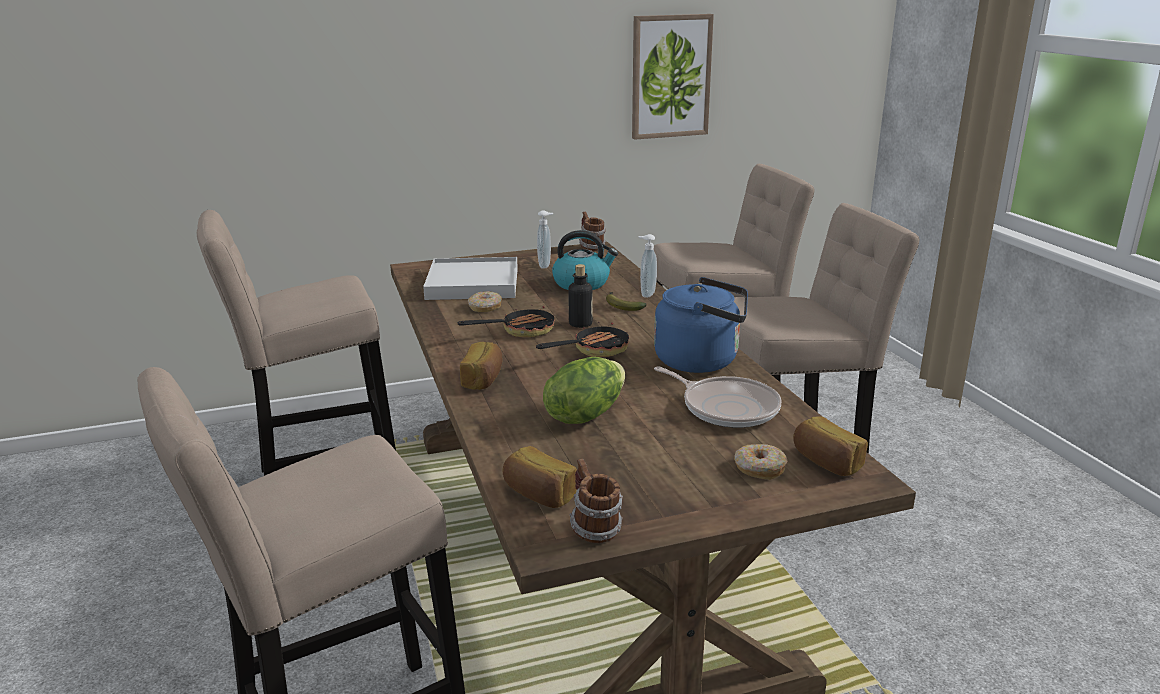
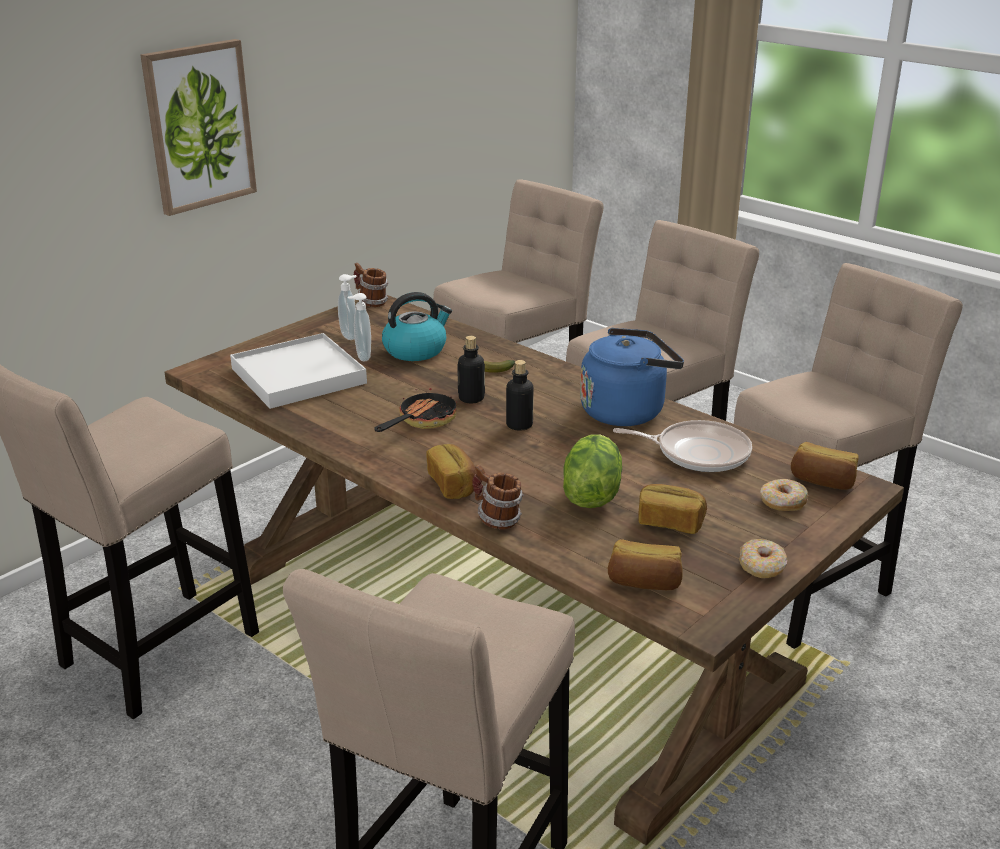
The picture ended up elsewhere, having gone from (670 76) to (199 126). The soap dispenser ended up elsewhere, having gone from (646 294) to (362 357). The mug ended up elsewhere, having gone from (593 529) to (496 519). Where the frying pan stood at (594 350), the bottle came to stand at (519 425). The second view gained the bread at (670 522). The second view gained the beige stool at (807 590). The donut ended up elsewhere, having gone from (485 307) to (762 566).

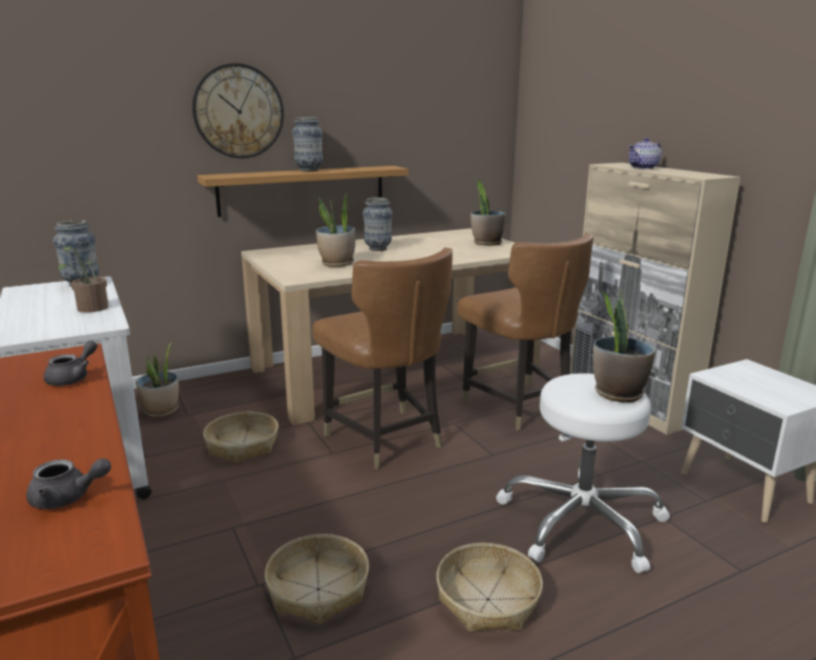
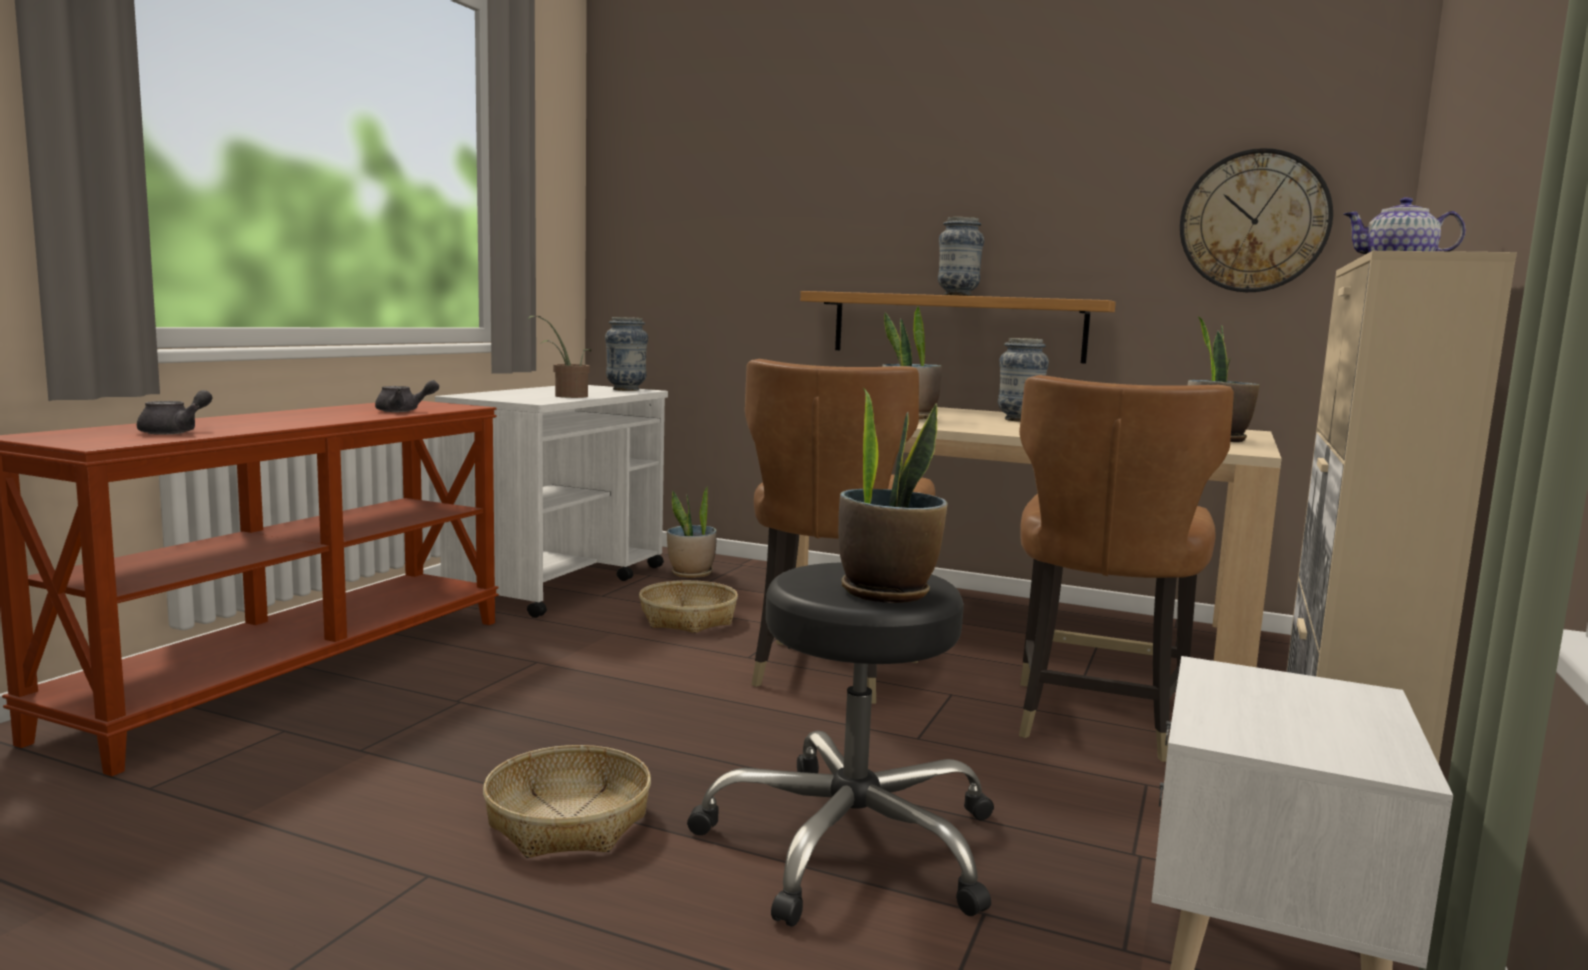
The grey teapot at (67 498) ended up facing another way, 120 degrees counterclockwise from before. What was the white stool at (582 521) turned into the black stool at (850 843). The wall clock ended up elsewhere, having gone from (238 111) to (1254 221). The second view lost the basket at (318 589).

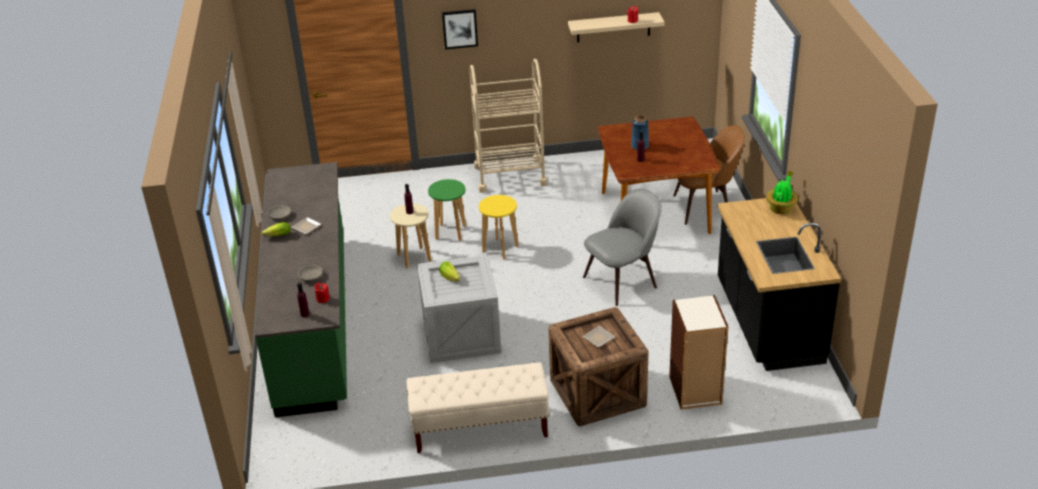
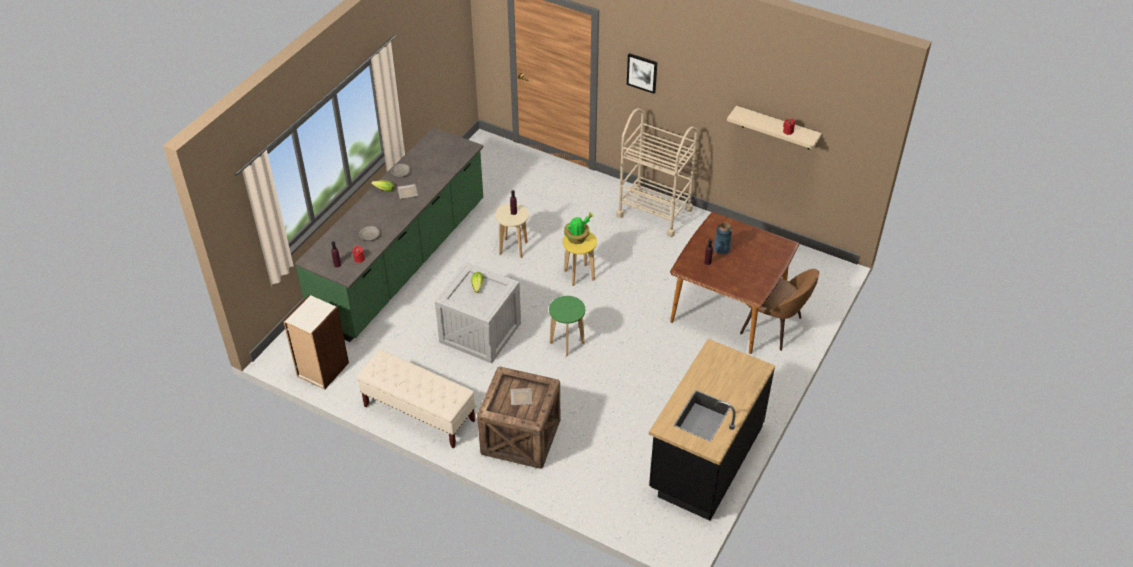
The bookcase ended up elsewhere, having gone from (695 391) to (322 370). The green stool ended up elsewhere, having gone from (450 232) to (567 343). The potted plant ended up elsewhere, having gone from (781 208) to (577 238). The second view lost the grey chair at (622 281).

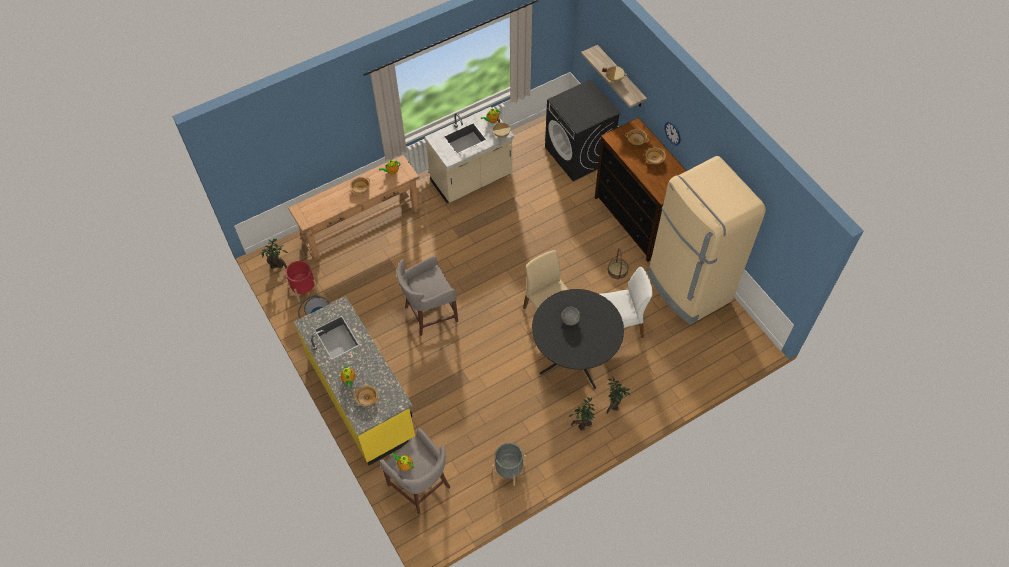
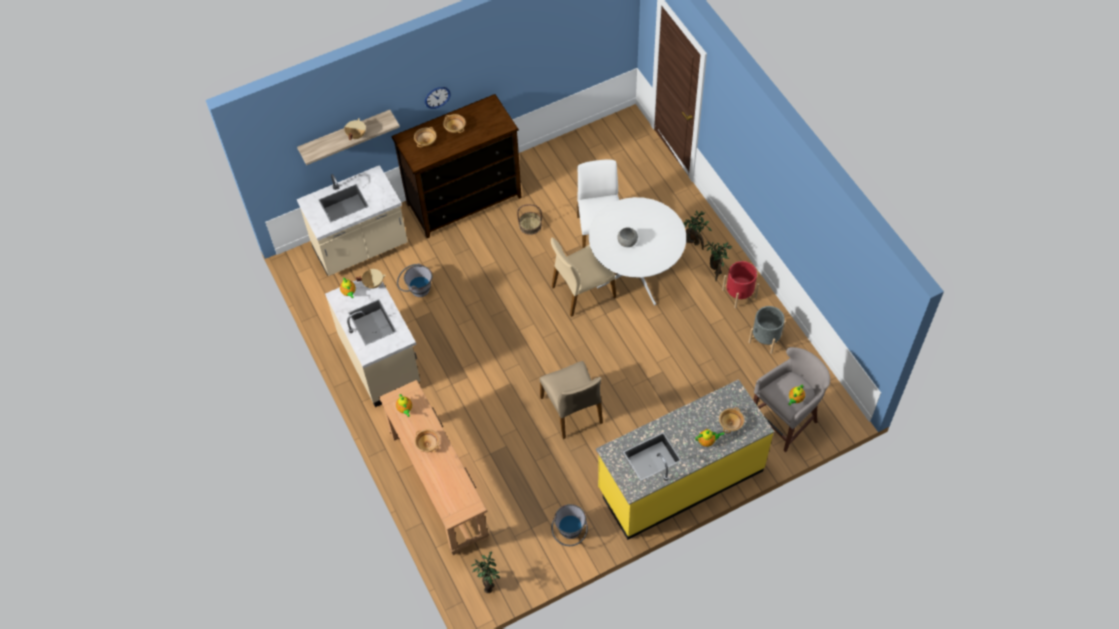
Where the black washing machine stood at (579 154), the beige counter came to stand at (361 248). The second view gained the grey bucket at (416 289). Where the grey stool stood at (429 313), the beige chair came to stand at (572 410). What was the black dining table at (574 356) turned into the white dining table at (635 273). The red planter ended up elsewhere, having gone from (304 289) to (739 294). The second view lost the beige fridge at (688 288).

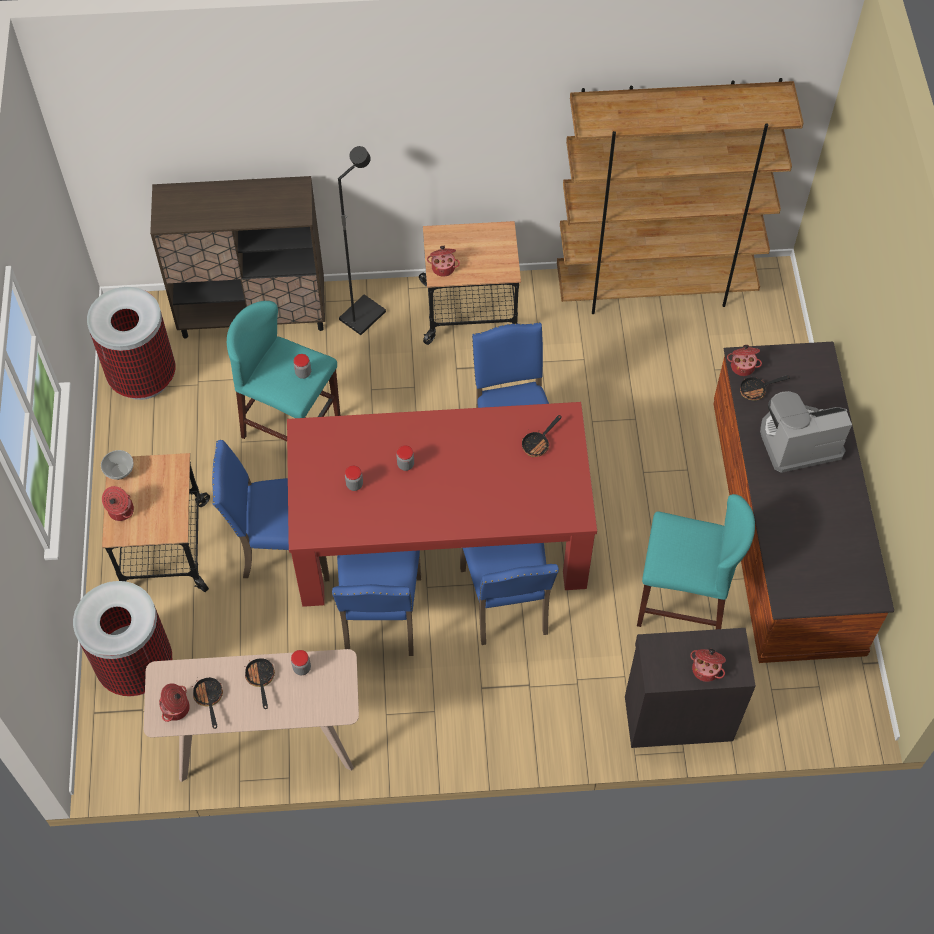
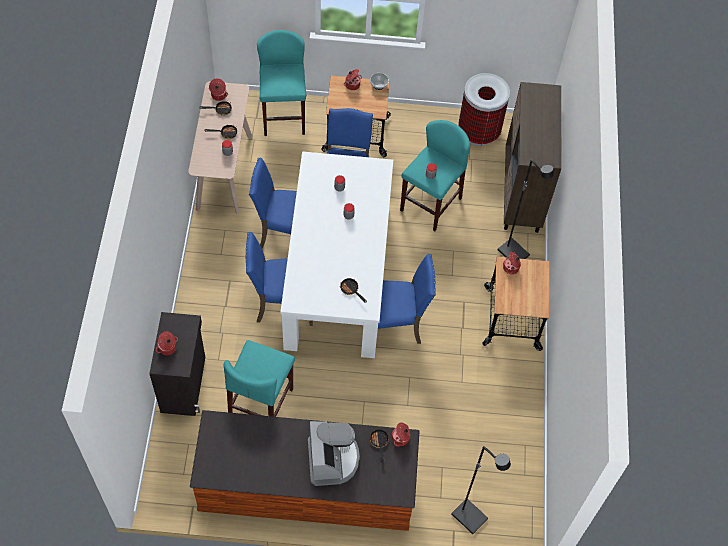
Where the trash can stood at (135 666), the turquoise stool came to stand at (283 116). What was the red dining table at (440 535) turned into the white dining table at (337 274). The second view gained the black floor lamp at (470 516). The second view lost the brown bookcase at (655 288).

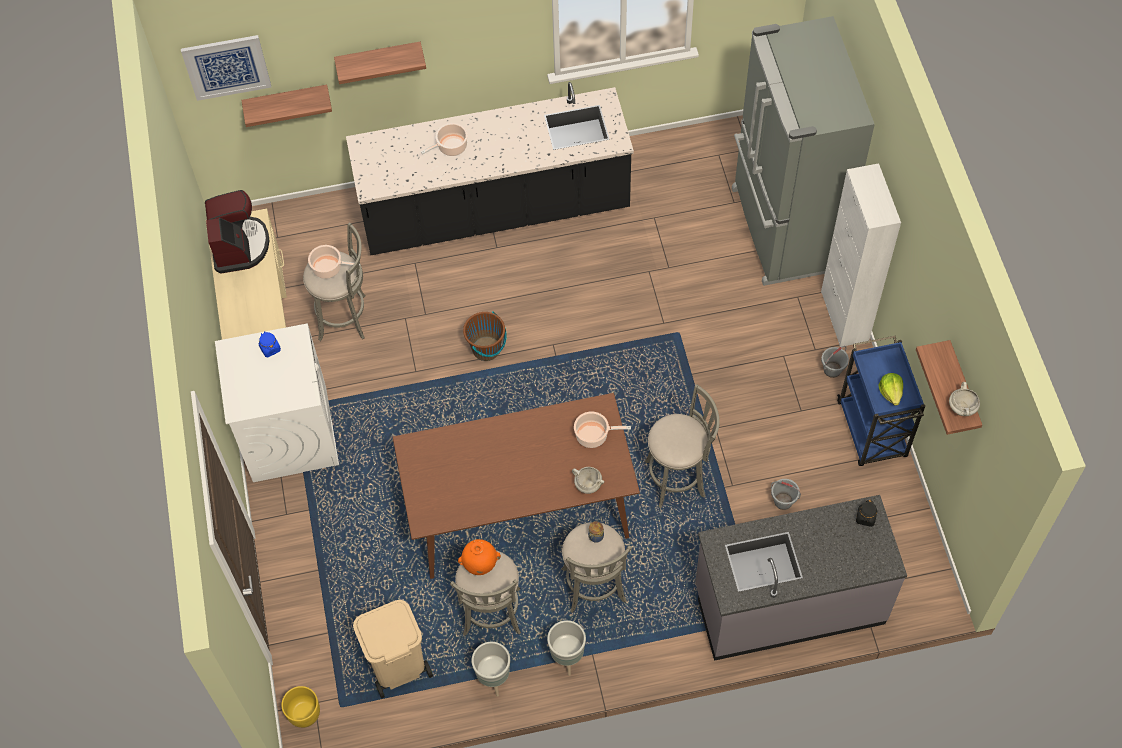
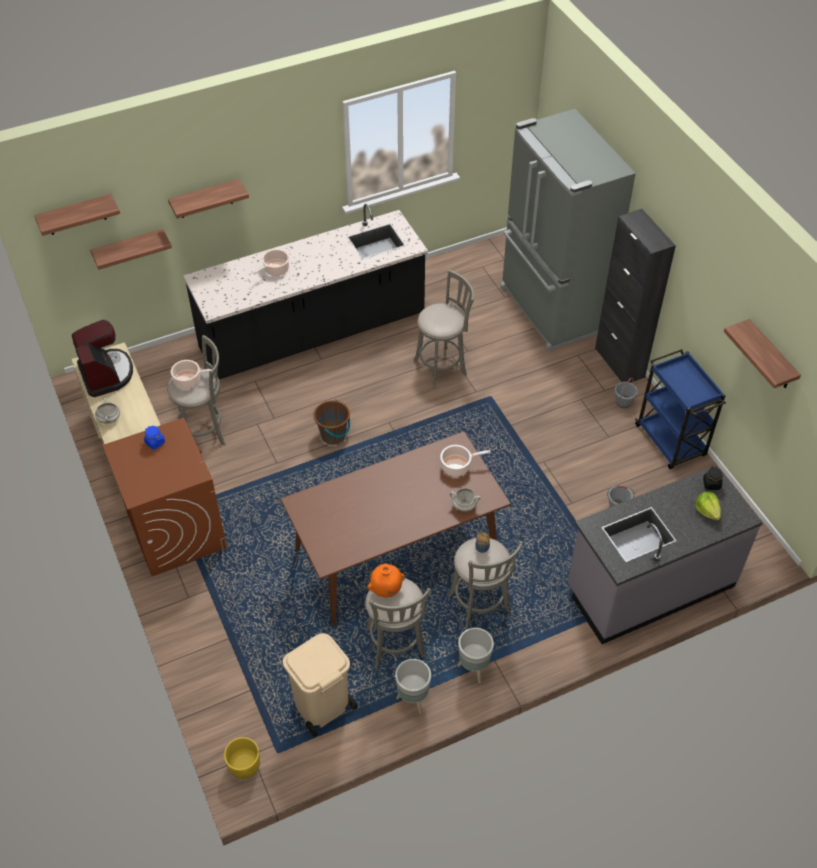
Where the picture hung at (226 67), the shelf came to hang at (76 215). The white cooking pot ended up elsewhere, having gone from (962 408) to (109 419). What was the white washing machine at (289 433) turned into the brown washing machine at (176 530). The grey stool ended up elsewhere, having gone from (678 478) to (443 366). What was the white cabinet at (844 316) turned into the black cabinet at (619 362). The lettuce ended up elsewhere, having gone from (891 392) to (707 510).

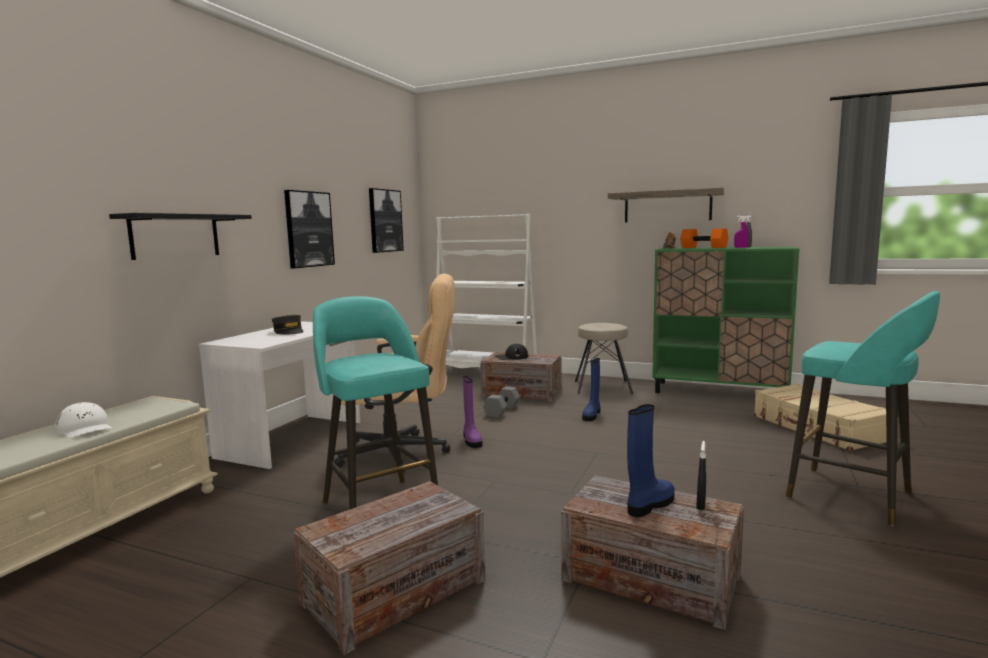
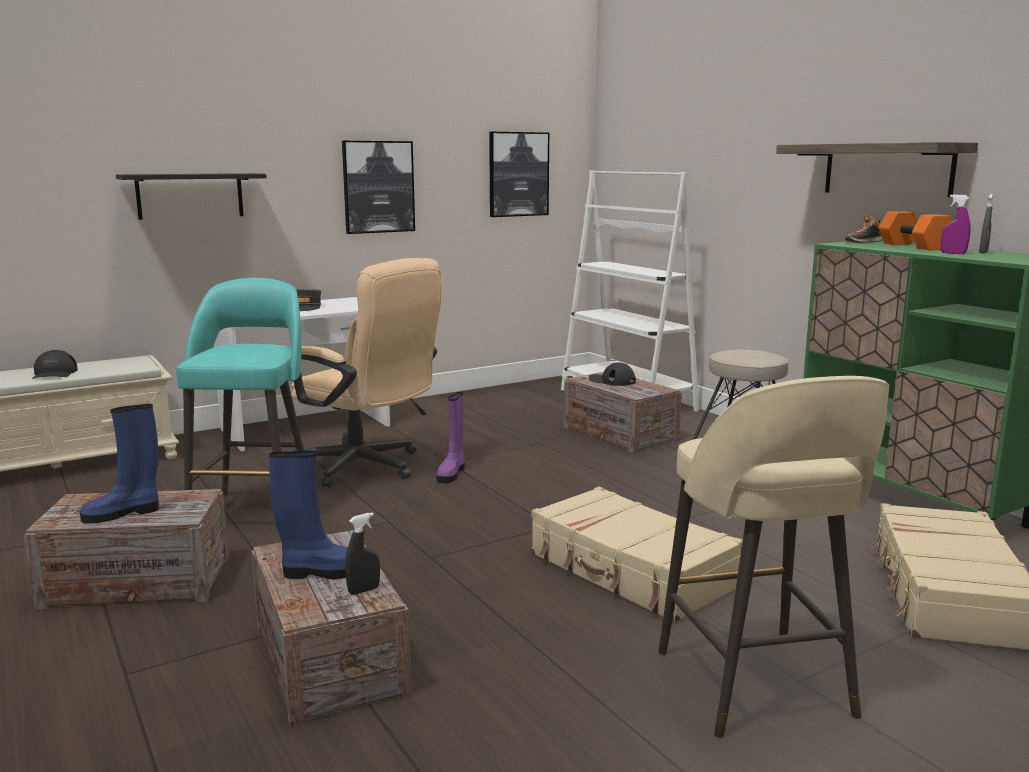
What was the white cap at (85 428) turned into the black cap at (54 373). The blue boot ended up elsewhere, having gone from (592 415) to (123 513). The second view gained the beige suitcase at (630 571). What was the turquoise stool at (853 496) turned into the beige stool at (756 687). The second view lost the grey dumbbell at (502 411).

